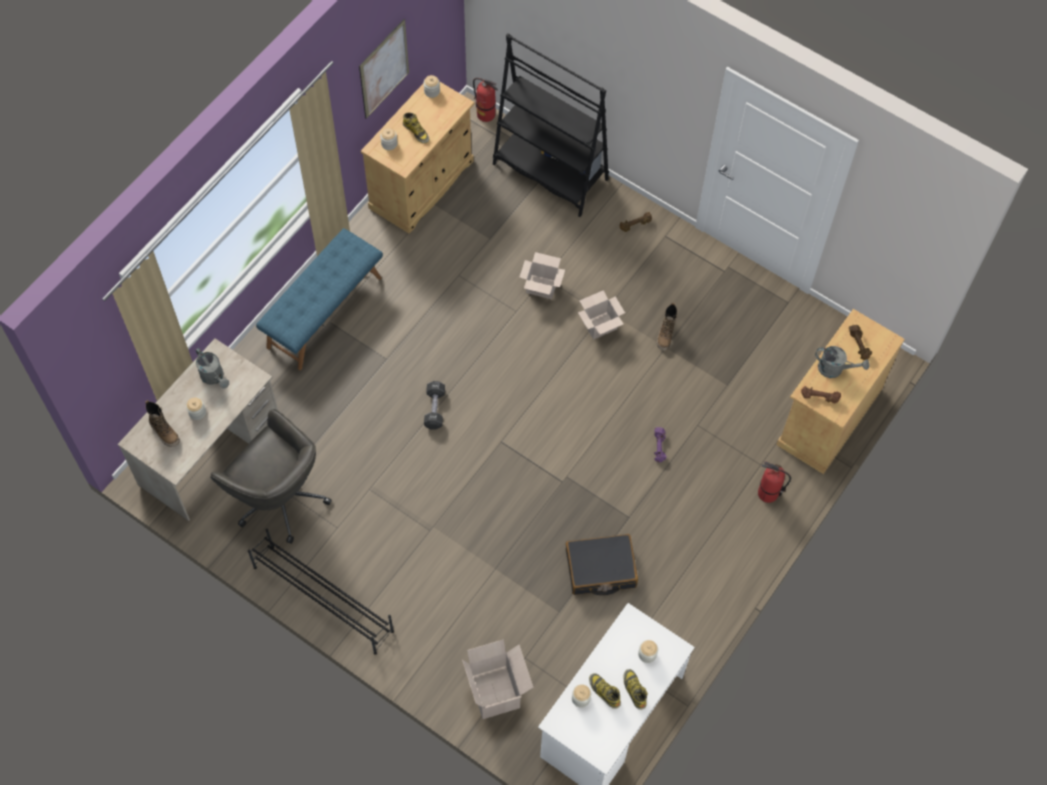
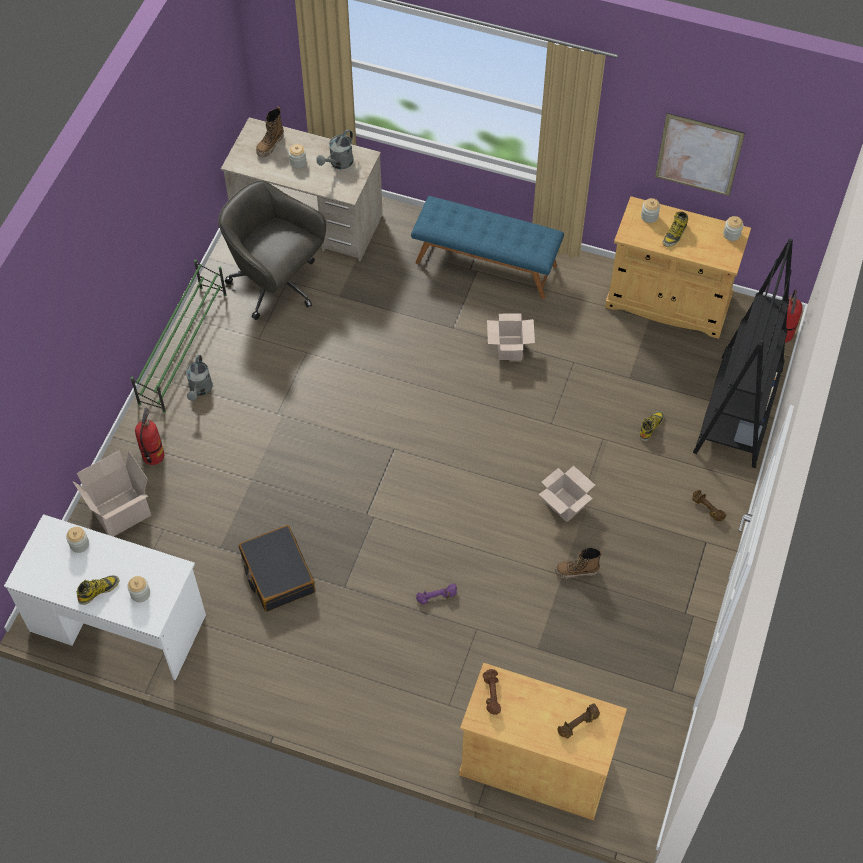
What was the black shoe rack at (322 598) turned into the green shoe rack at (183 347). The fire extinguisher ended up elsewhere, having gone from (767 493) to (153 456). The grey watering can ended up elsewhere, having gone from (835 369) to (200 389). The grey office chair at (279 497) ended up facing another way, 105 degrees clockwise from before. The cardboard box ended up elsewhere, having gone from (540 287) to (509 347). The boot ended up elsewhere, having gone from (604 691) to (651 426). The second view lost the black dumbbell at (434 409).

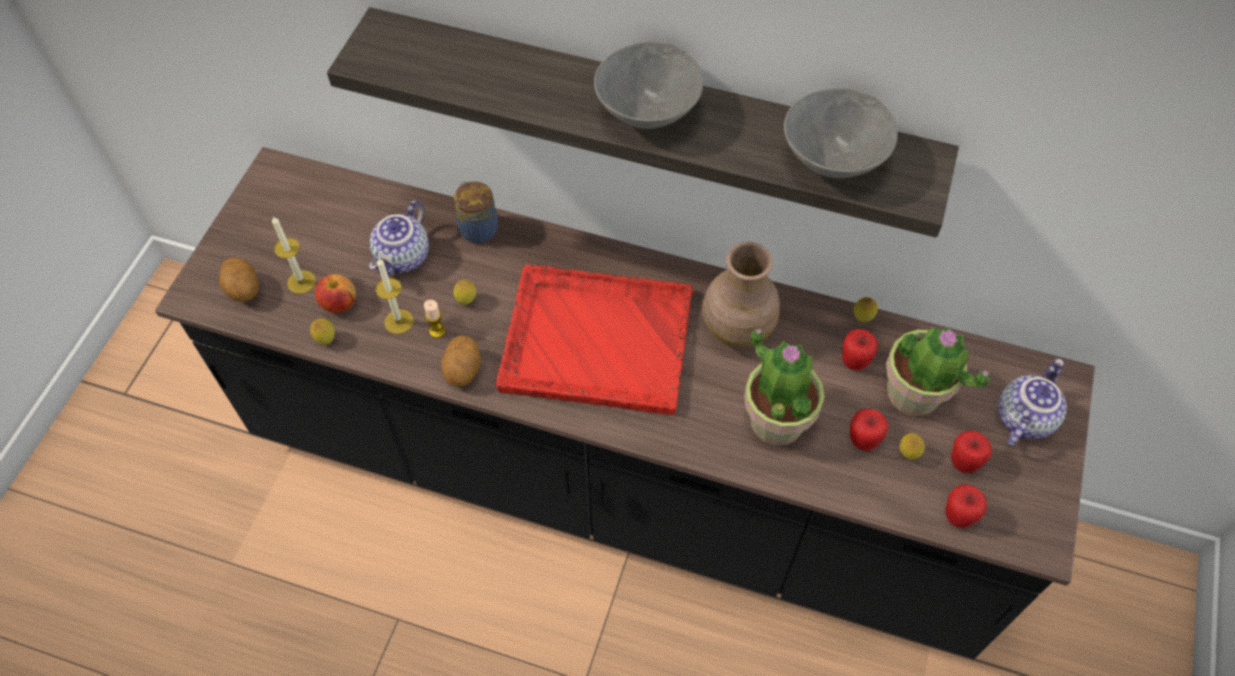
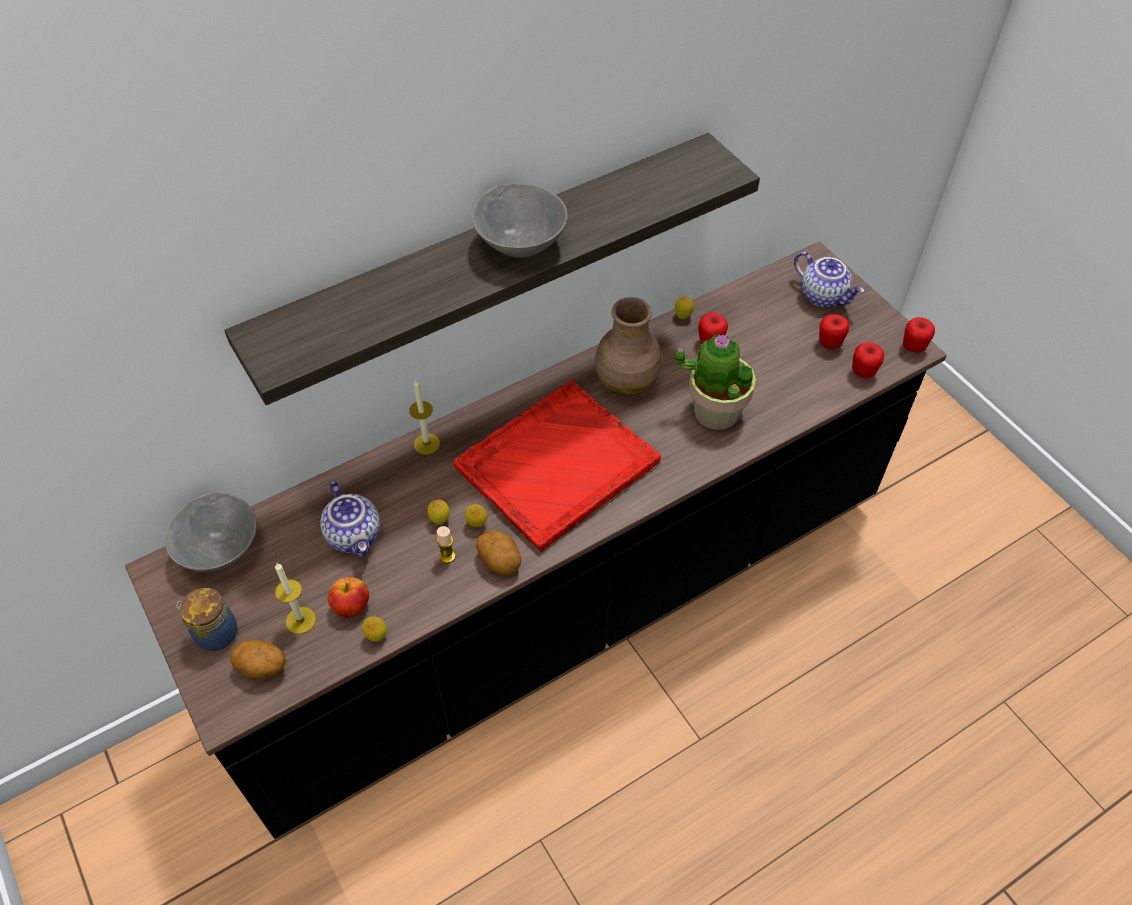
The grey bowl ended up elsewhere, having gone from (834 160) to (221 549). The jar ended up elsewhere, having gone from (478 228) to (214 633). The candle ended up elsewhere, having gone from (399 321) to (426 444). The lemon ended up elsewhere, having gone from (907 454) to (477 524). The teapot at (1022 417) ended up facing another way, 150 degrees clockwise from before. The apple ended up elsewhere, having gone from (863 440) to (913 347). The second view lost the potted plant at (914 394).

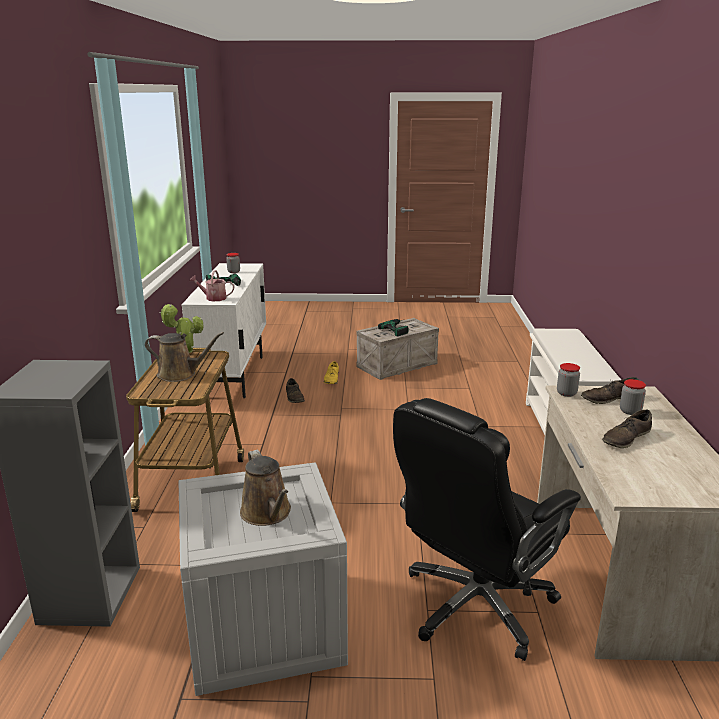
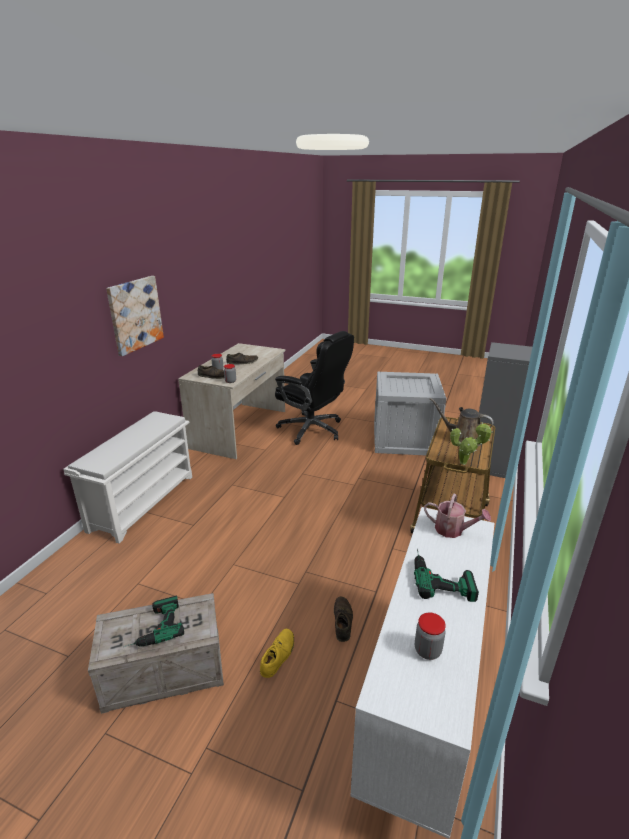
The second view gained the picture at (135 314). The black office chair at (475 605) ended up facing another way, 60 degrees clockwise from before. The second view lost the brown watering can at (267 514).

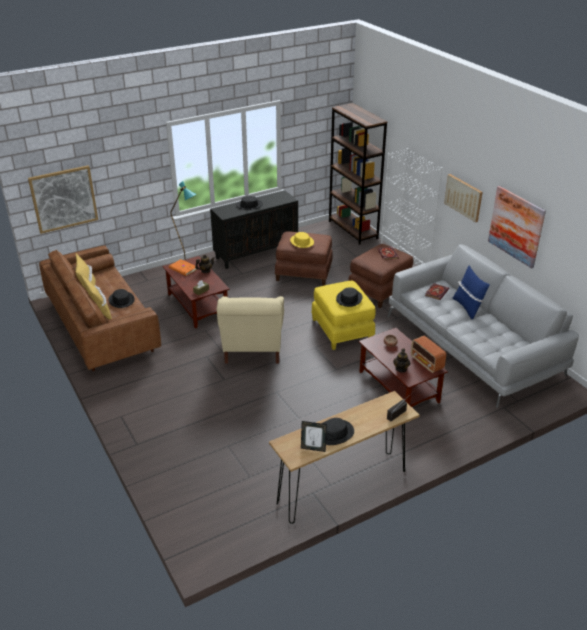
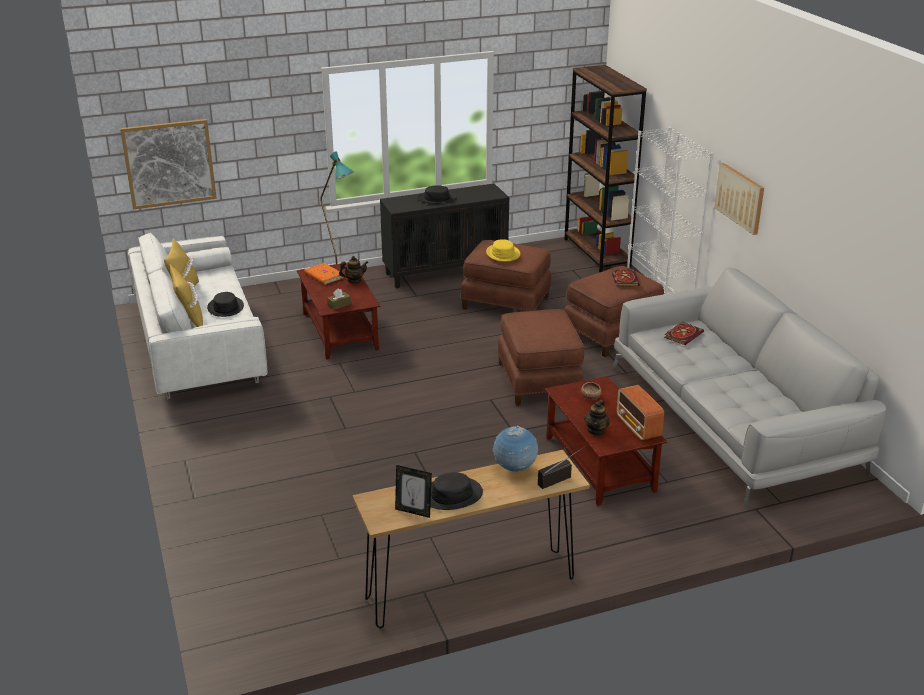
What was the brown sofa at (102 327) turned into the white sofa at (199 346). The second view gained the globe at (515 469). What was the yellow ottoman at (342 330) turned into the brown ottoman at (539 380). The second view lost the beige armchair at (252 348). The second view lost the black hat at (349 299). The second view lost the blue pillow at (467 307). The second view lost the picture at (516 226).

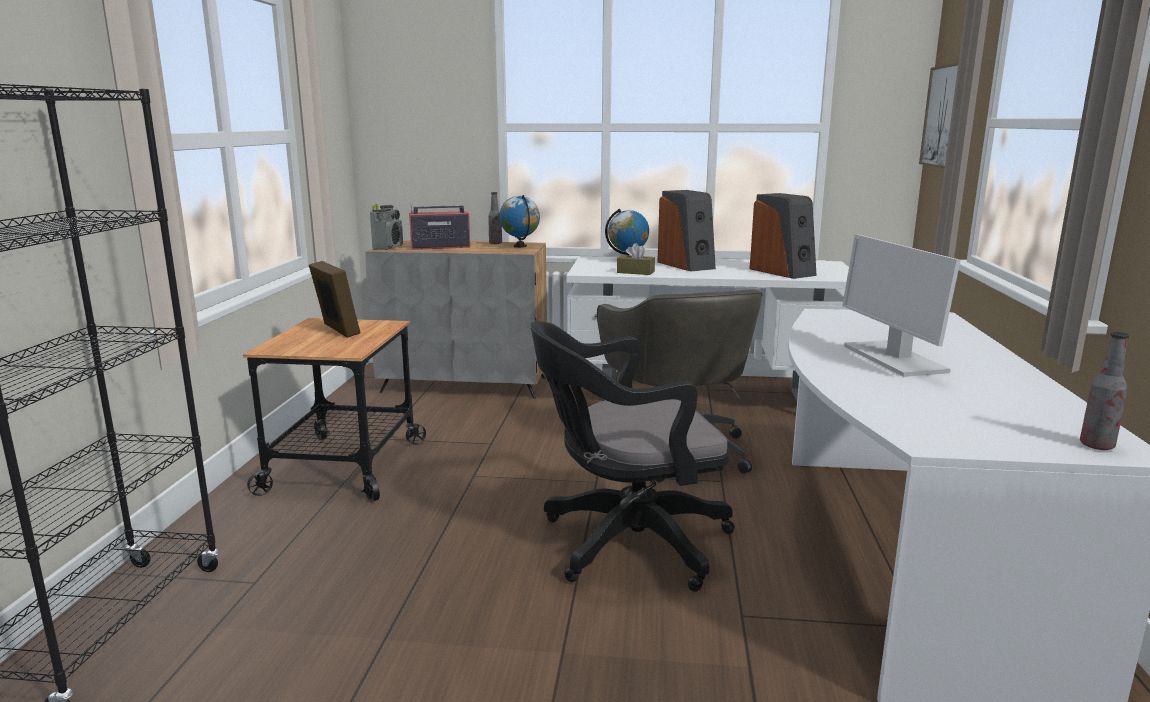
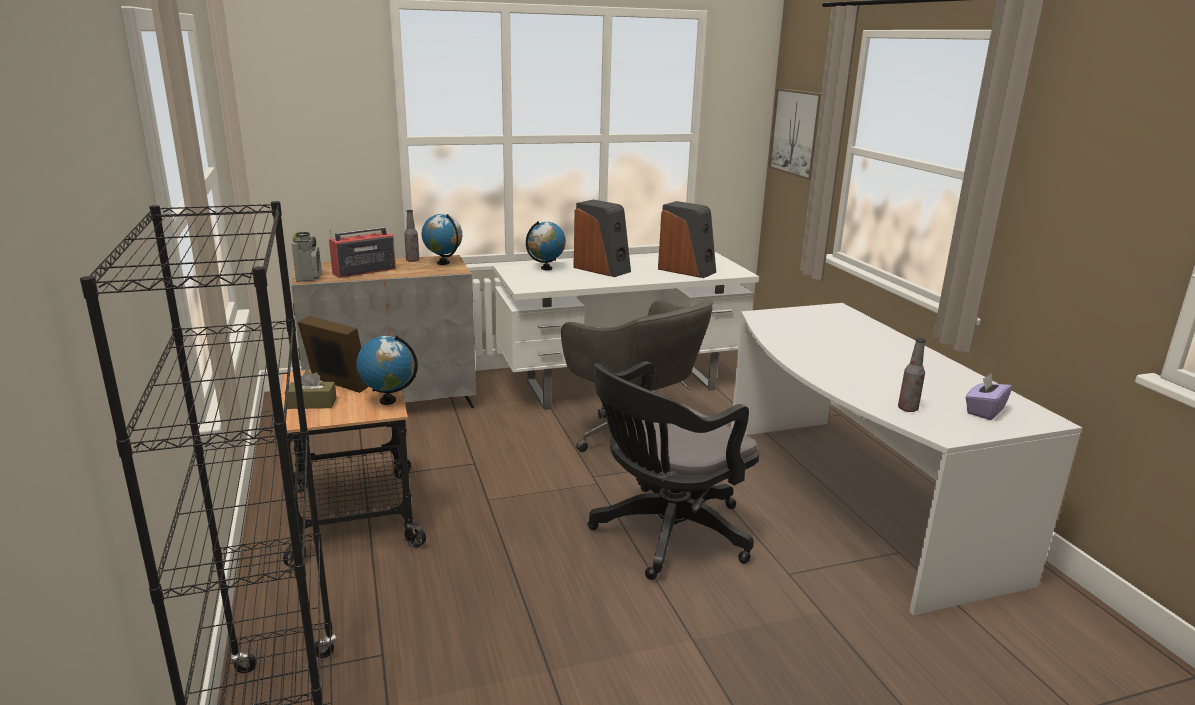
The brown tissue box ended up elsewhere, having gone from (635 272) to (312 403). The second view gained the globe at (388 400). The bottle ended up elsewhere, having gone from (1096 446) to (907 409). The second view gained the purple tissue box at (984 411). The second view lost the monitor at (892 359).

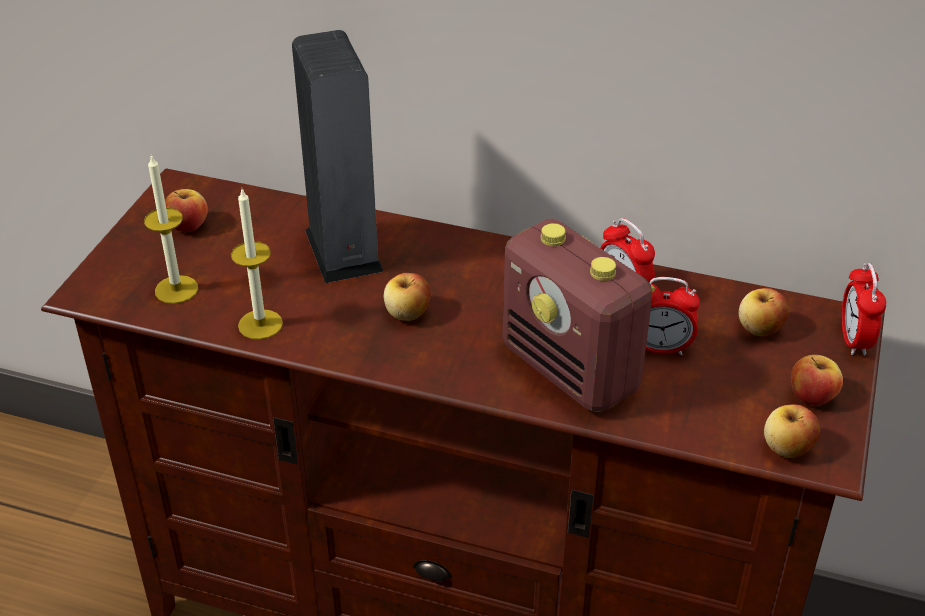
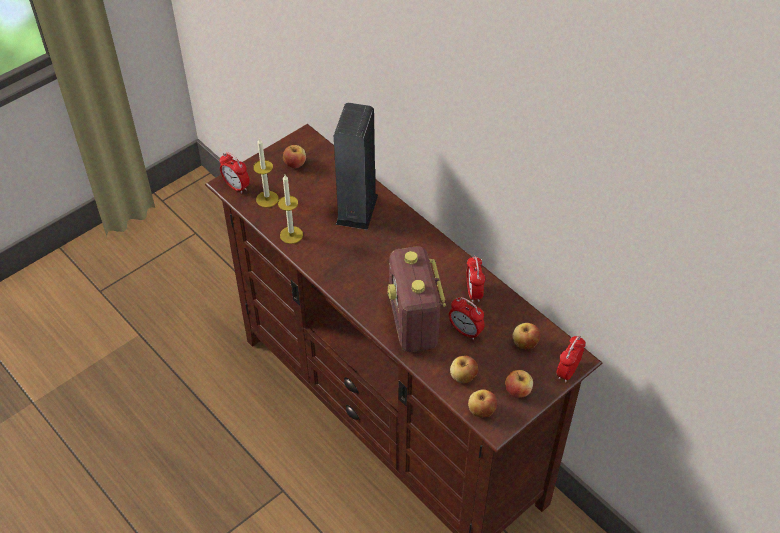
The second view gained the alarm clock at (236 186). The apple ended up elsewhere, having gone from (407 313) to (463 376).

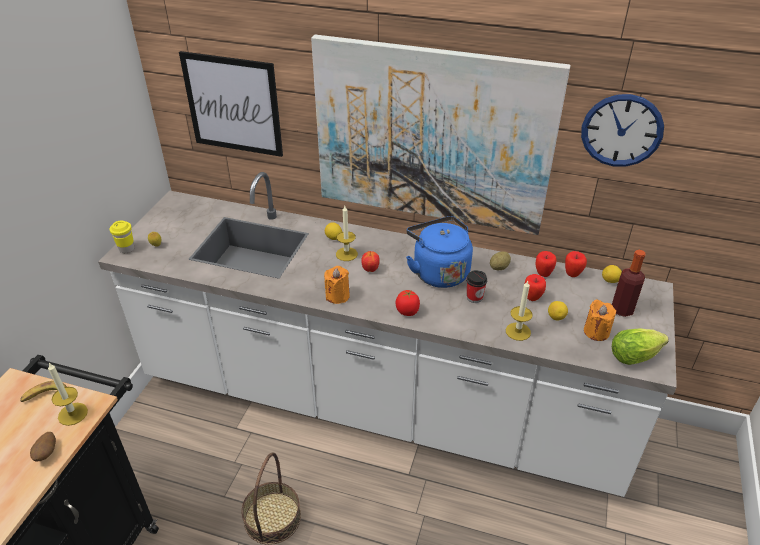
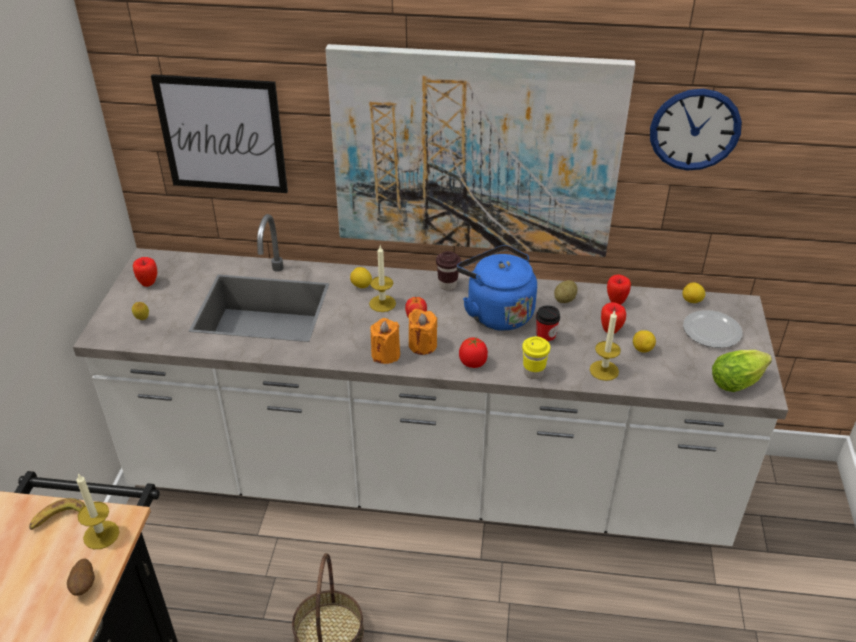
The apple ended up elsewhere, having gone from (572 274) to (148 283). The orange candle ended up elsewhere, having gone from (596 332) to (422 345). The second view gained the brown cup at (447 285). The yellow cup ended up elsewhere, having gone from (126 249) to (533 373). Where the bottle stood at (622 309), the plate came to stand at (712 332).

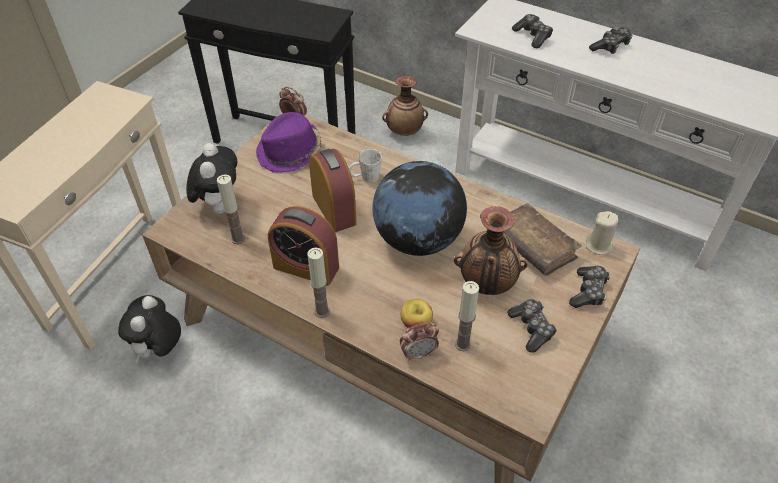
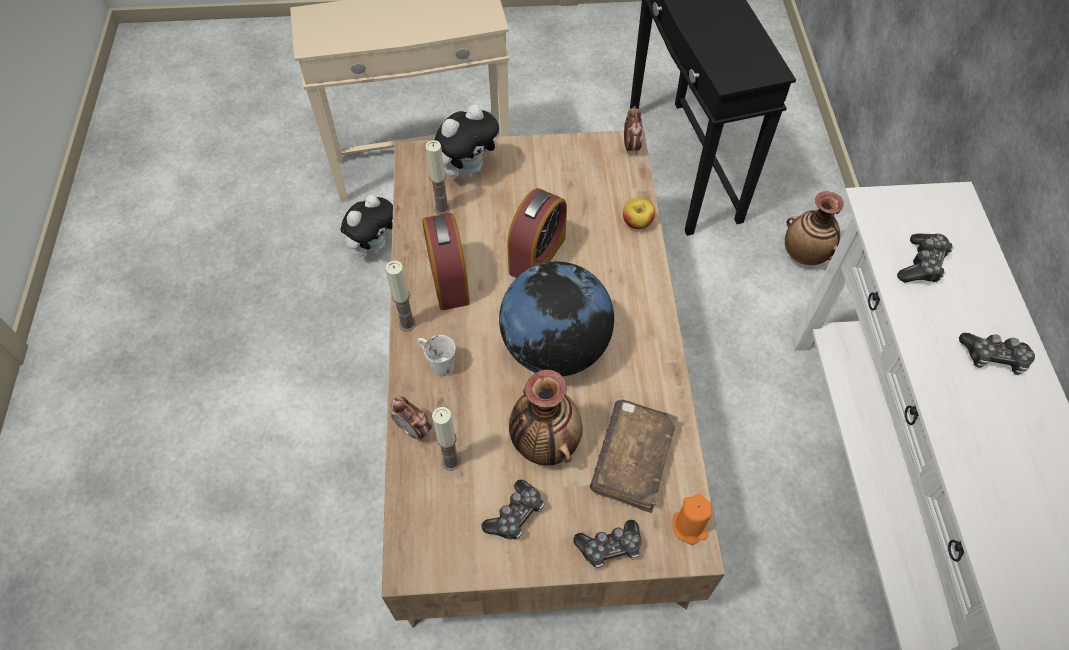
The plush toy at (159 350) ended up facing another way, 150 degrees clockwise from before. The white mug ended up elsewhere, having gone from (365 178) to (436 362). The apple ended up elsewhere, having gone from (416 323) to (637 222). What was the beige candle at (599 246) turned into the orange candle at (689 526). The second view lost the purple hat at (290 153).

